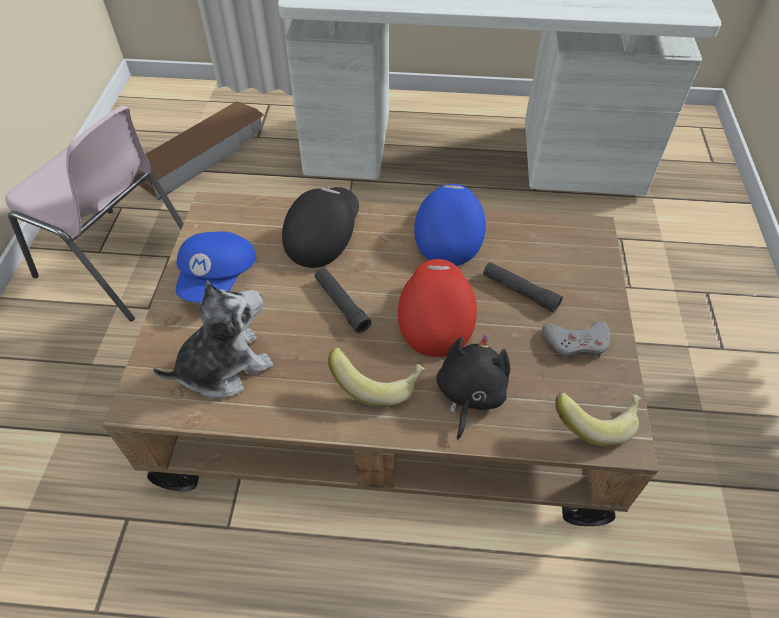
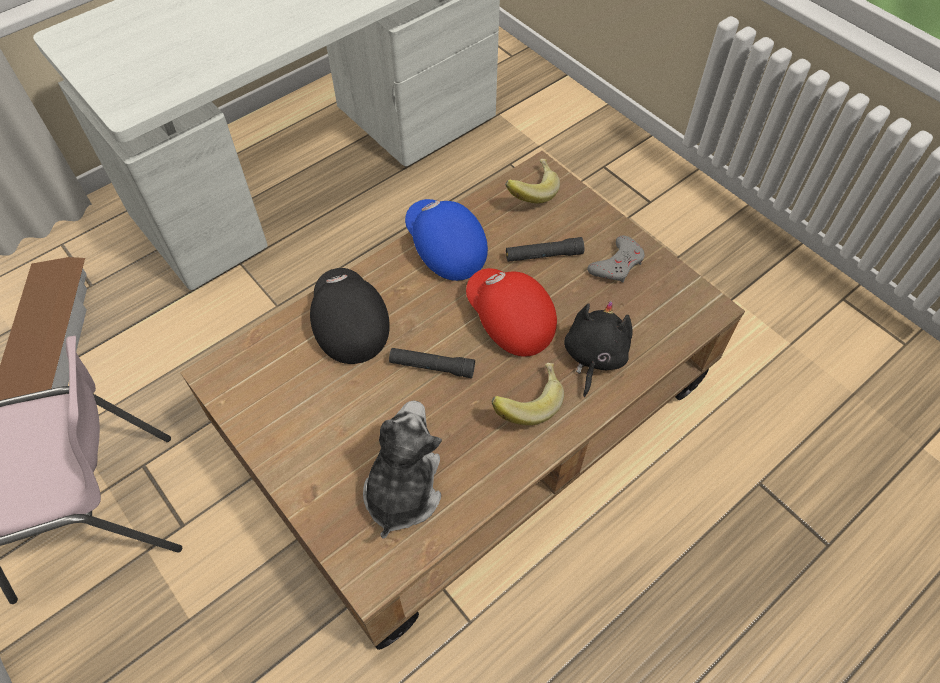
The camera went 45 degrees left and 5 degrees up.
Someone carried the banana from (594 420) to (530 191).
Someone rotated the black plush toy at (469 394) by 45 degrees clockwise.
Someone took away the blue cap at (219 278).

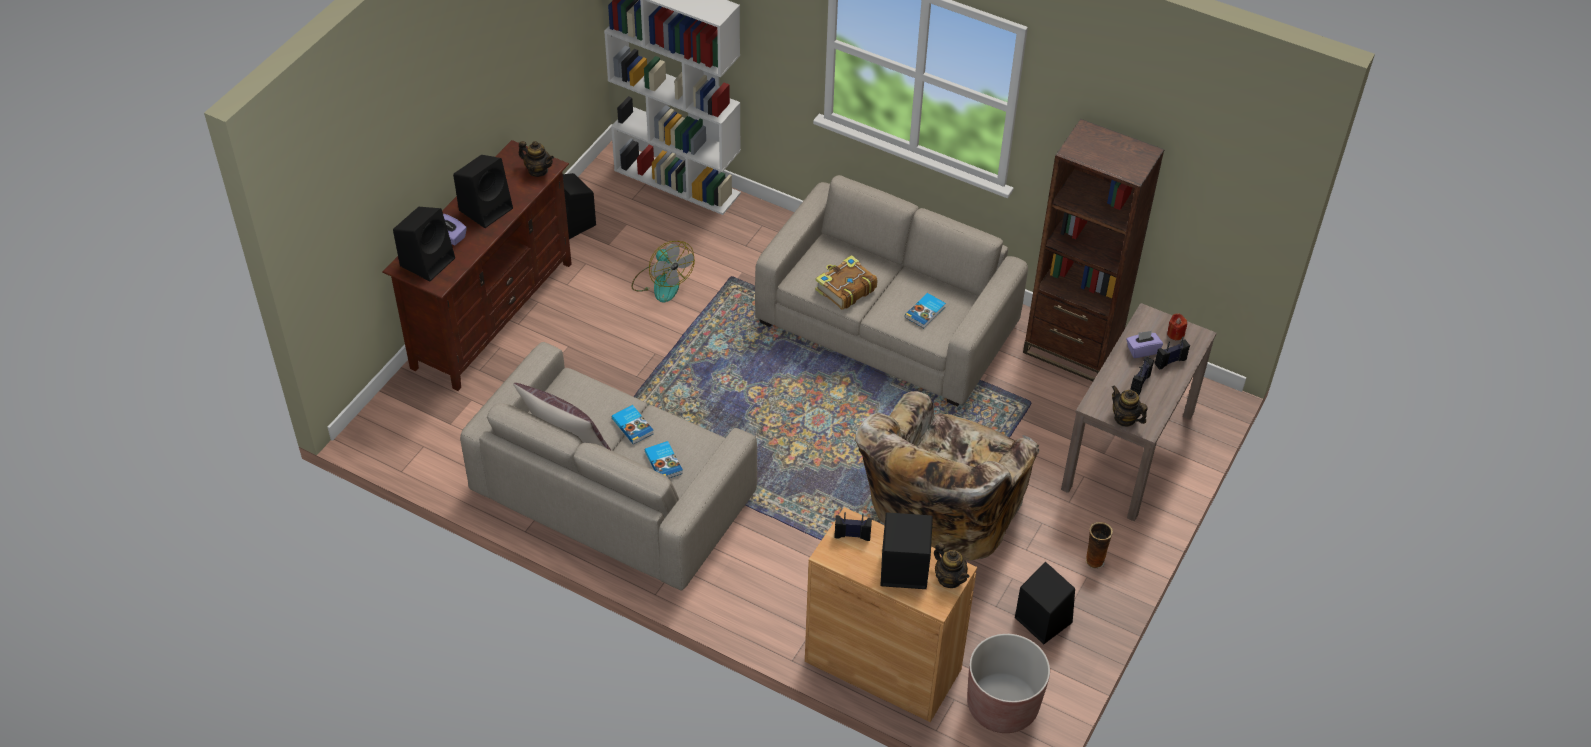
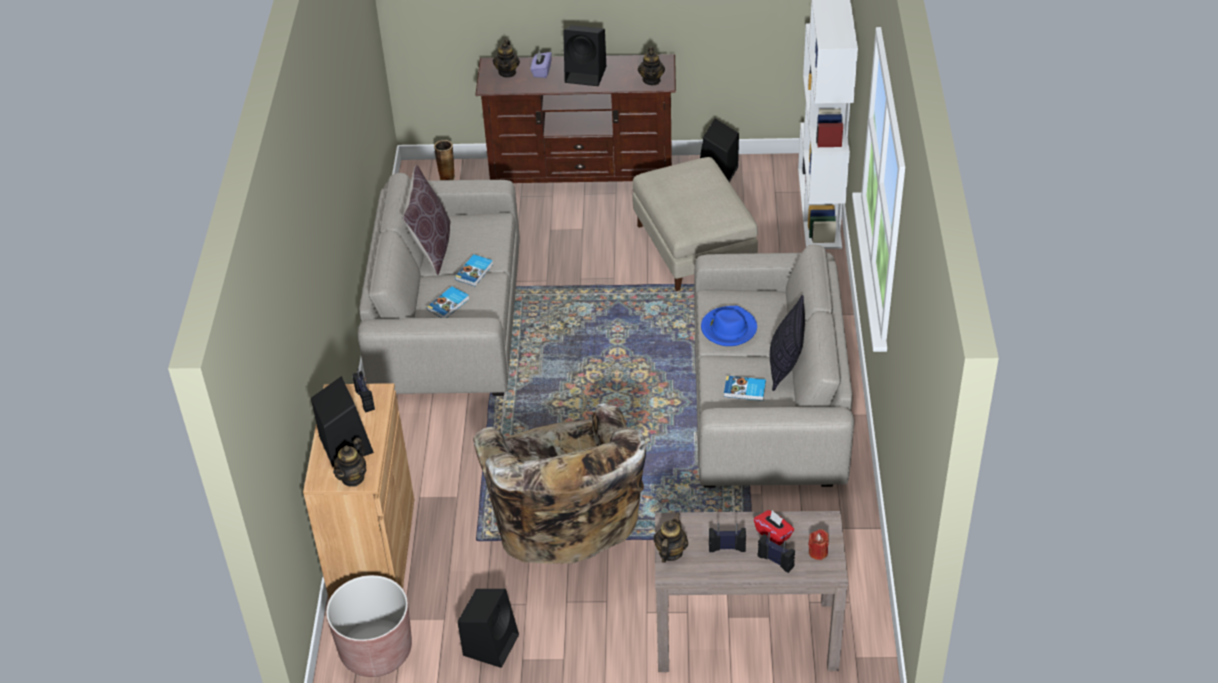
The camera went 65 degrees right and 5 degrees down.
Someone carried the vase from (1094 560) to (447 177).
Someone rotated the beige armchair at (939 515) by 105 degrees counterclockwise.
Someone swapped the black speaker at (428 261) for the teapot at (507 72).
Someone swapped the fan at (661 283) for the beige ottoman at (695 248).
Someone swapped the book at (845 289) for the blue hat at (728 329).
Someone repainted the purple tissue box at (1142 350), which became the red tissue box at (773 534).
Someone put down the pillow at (785 367).
Someone took away the brown bookcase at (1072 350).

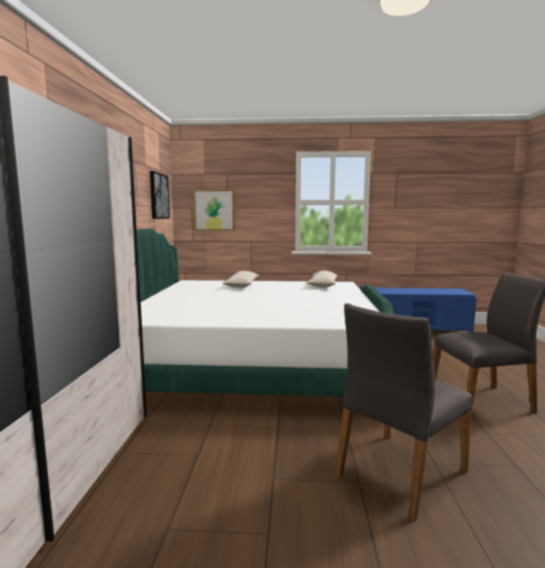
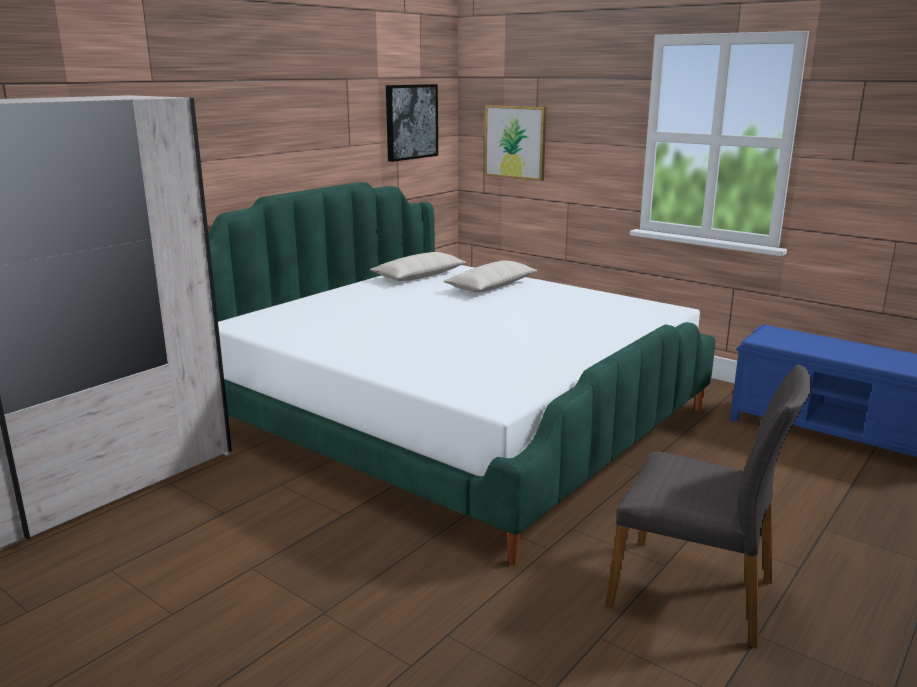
The camera went 35 degrees right and 10 degrees up.
Someone carried the beige pillow from (323 285) to (419 276).
Someone took away the grey chair at (399 473).

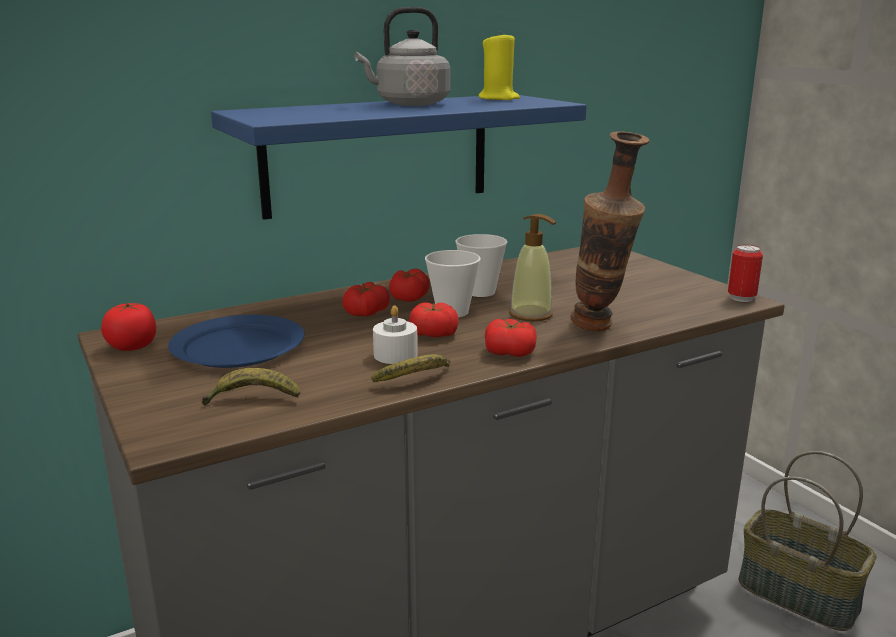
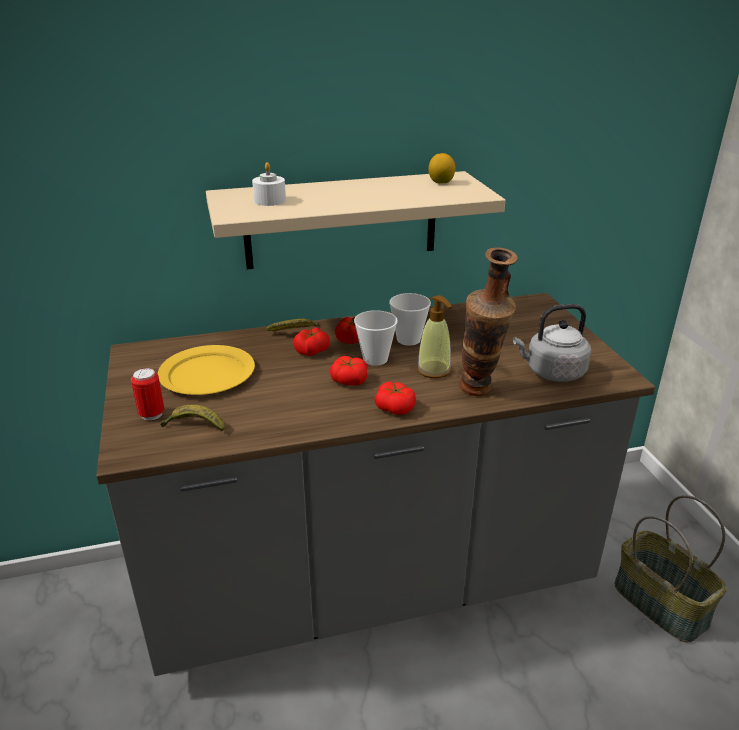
The camera went 15 degrees right and 10 degrees up.
Someone carried the can from (741 298) to (151 414).
Someone repainted the blue plate at (237 347), which became the yellow plate at (206 374).
Someone repainted the blue shelf at (378 154), which became the beige shelf at (341 220).
Someone carried the white candle from (395 355) to (270 200).
Someone carried the banana from (417 379) to (294 332).
Someone swapped the yellow candle at (498 98) for the lemon at (441 182).
Someone carried the grey kettle from (409 104) to (552 372).
Someone took away the tomato at (132 346).

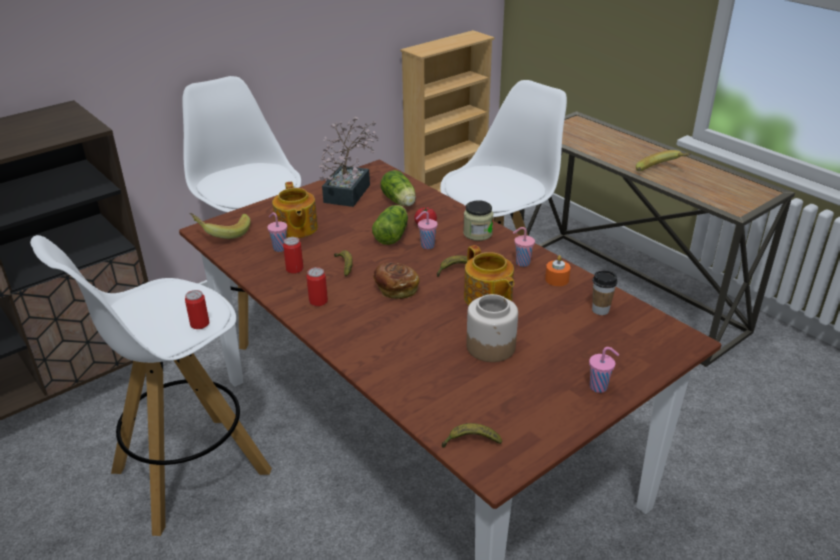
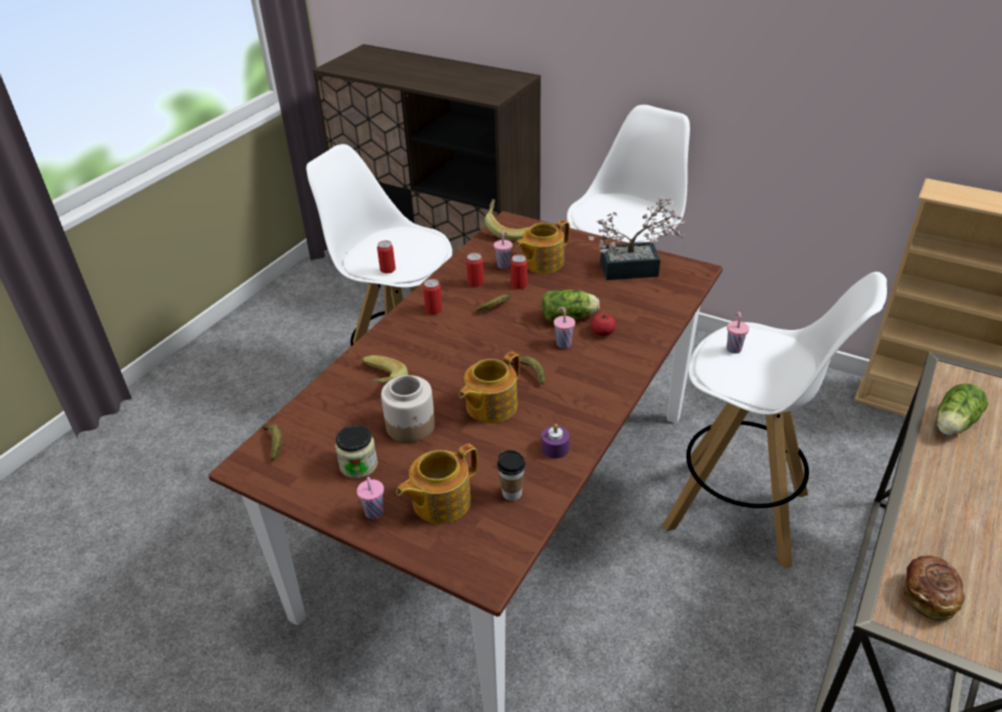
The camera went 70 degrees right and 5 degrees up.
Someone carried the jar from (477 233) to (358 465).
Someone carried the banana from (661 172) to (379 384).
Someone put down the teapot at (440 501).
Someone put down the can at (519 285).
Someone repainted the orange candle at (557 279), which became the purple candle at (555 448).
Someone carried the pink cup from (522 263) to (733 348).
Someone carried the bread from (396 289) to (929 596).
Someone carried the lettuce from (400 202) to (953 424).

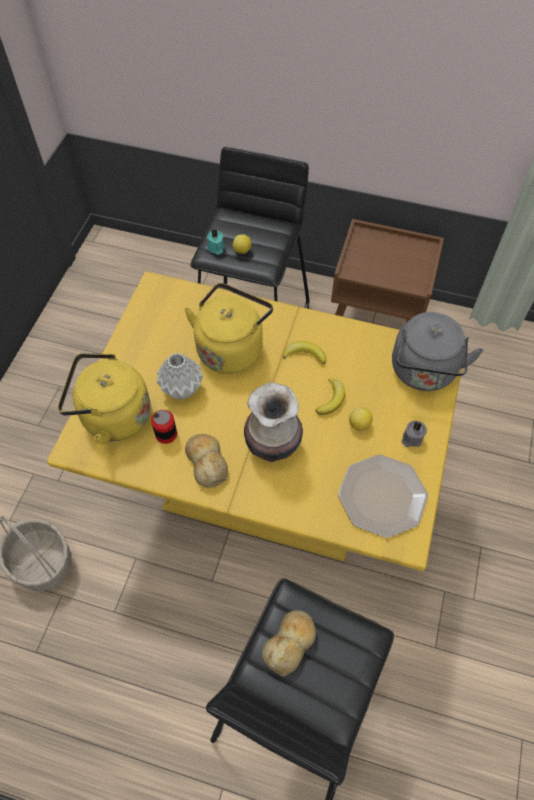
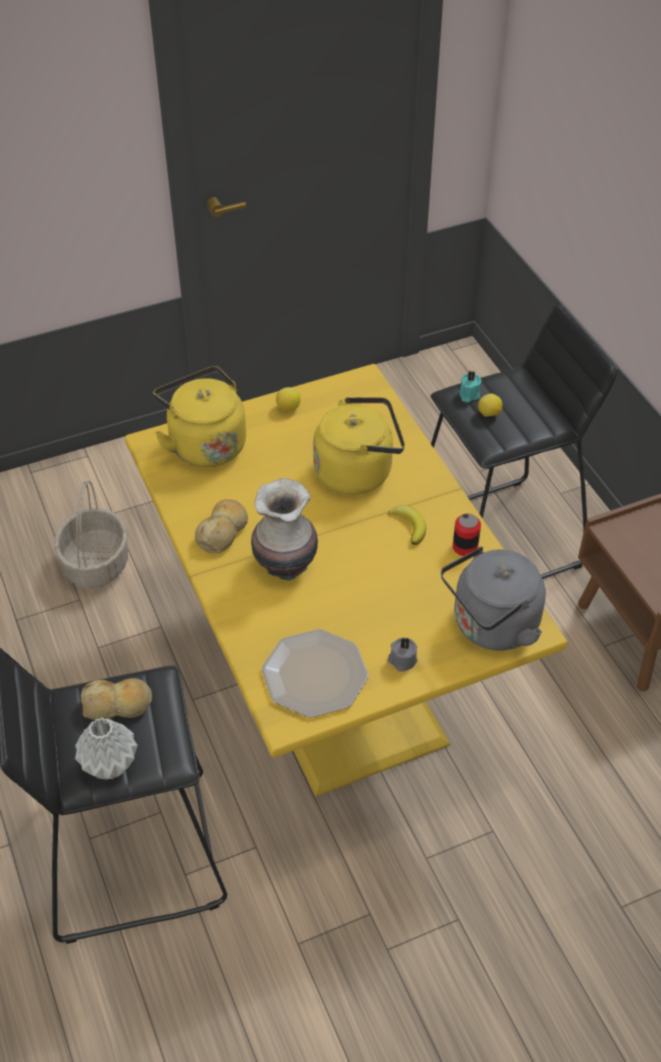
The camera went 50 degrees right and 10 degrees down.
Someone carried the grey vase from (182 388) to (111 765).
Someone carried the lemon from (359 425) to (288 408).
Someone carried the can from (166 434) to (465 547).
Someone took away the banana at (331 399).

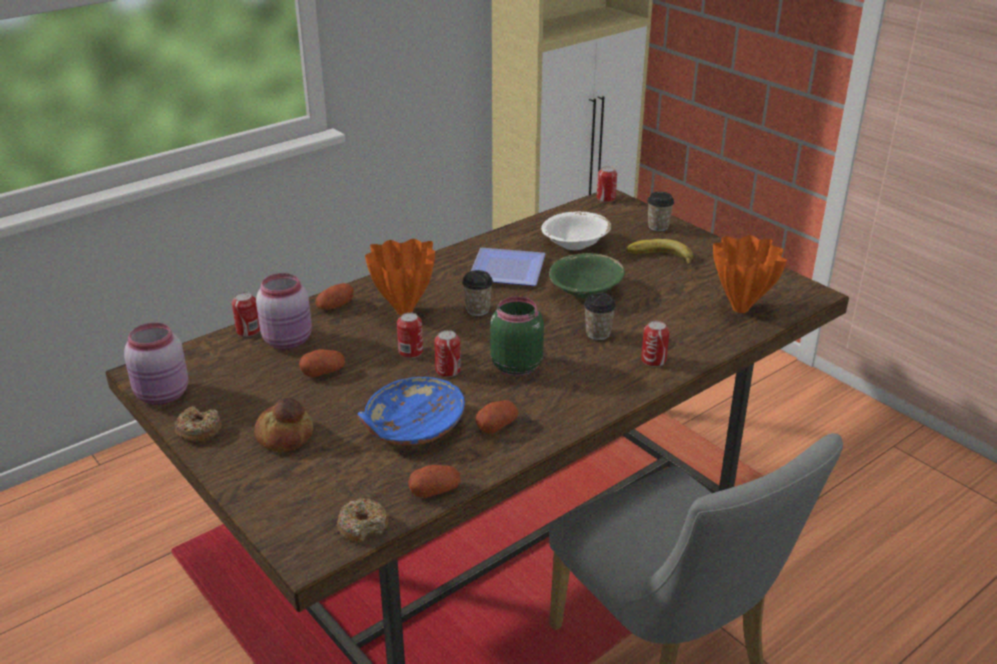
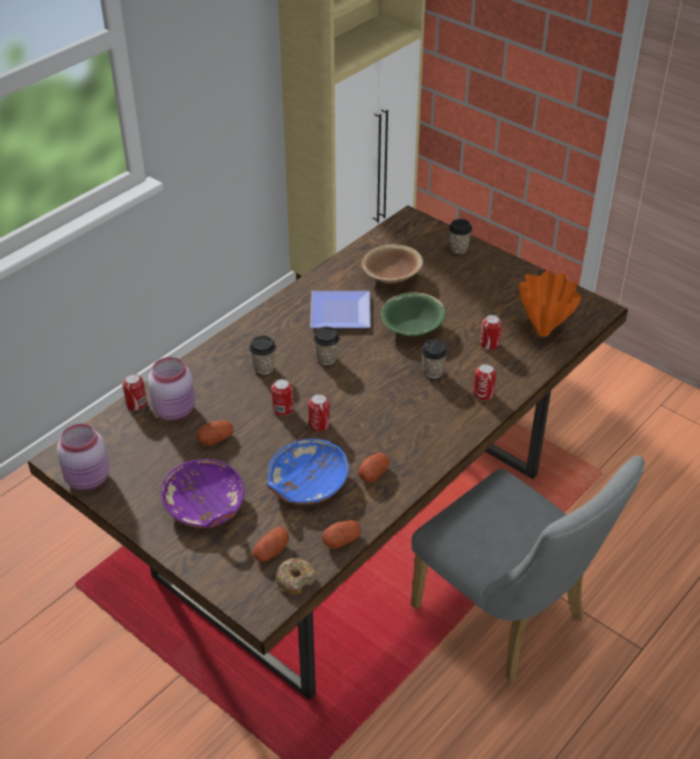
The camera went 10 degrees left and 10 degrees up.
Someone swapped the bread at (284 435) for the purple bowl at (205 505).
Someone swapped the orange vase at (403 312) for the cup at (263 368).
Someone carried the potato from (335 306) to (271 551).
Someone repainted the white bowl at (575 244), which became the brown bowl at (391 276).
Someone carried the can from (606 198) to (489 344).
Someone took away the donut at (199 431).
Someone took away the green jar at (515 365).
Someone took away the banana at (659 259).

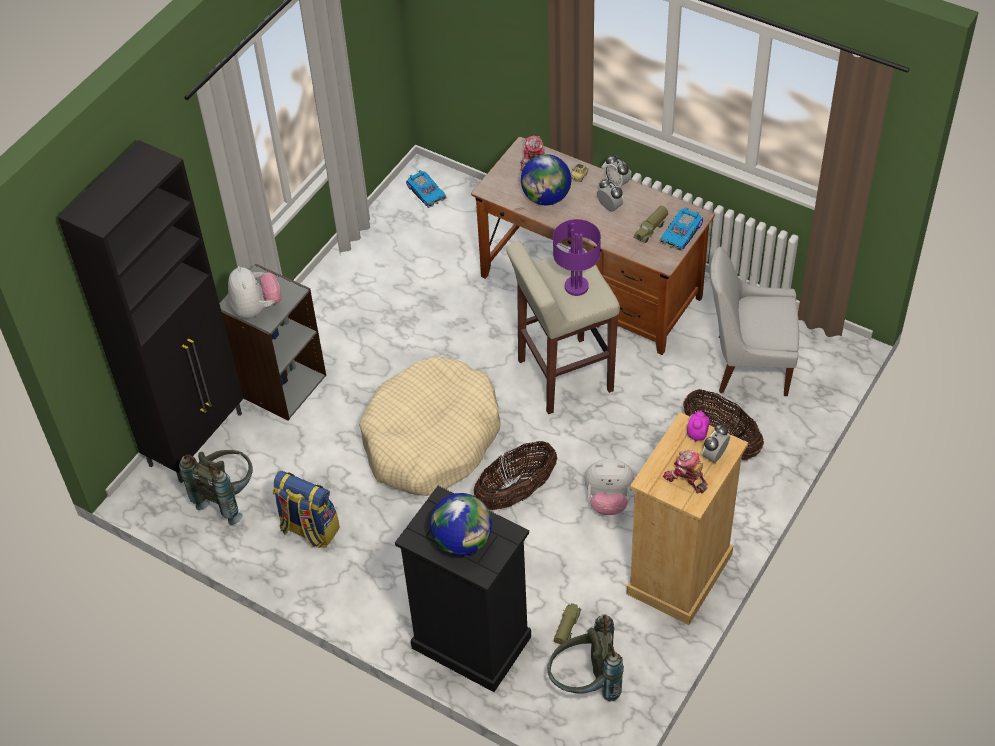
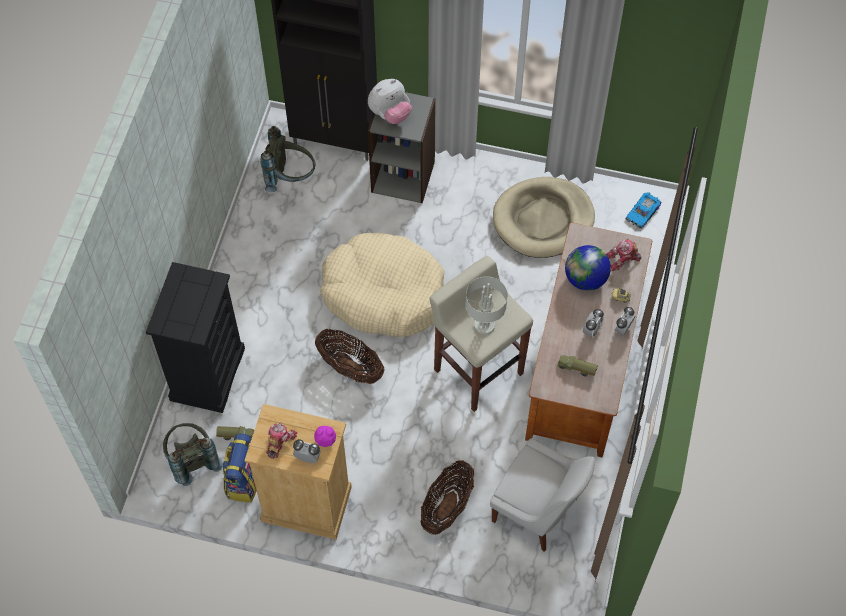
The camera went 70 degrees right and 10 degrees up.
Someone carried the backpack from (309 529) to (243 480).
Someone repainted the purple table lamp at (577 286), which became the grey table lamp at (484 325).
Someone rotated the white chair at (748 365) by 135 degrees clockwise.
Someone put down the beige dog bed at (543 220).
Someone took away the globe at (462 541).
Someone took away the plush toy at (608 500).
Someone took away the toy car at (682 233).

